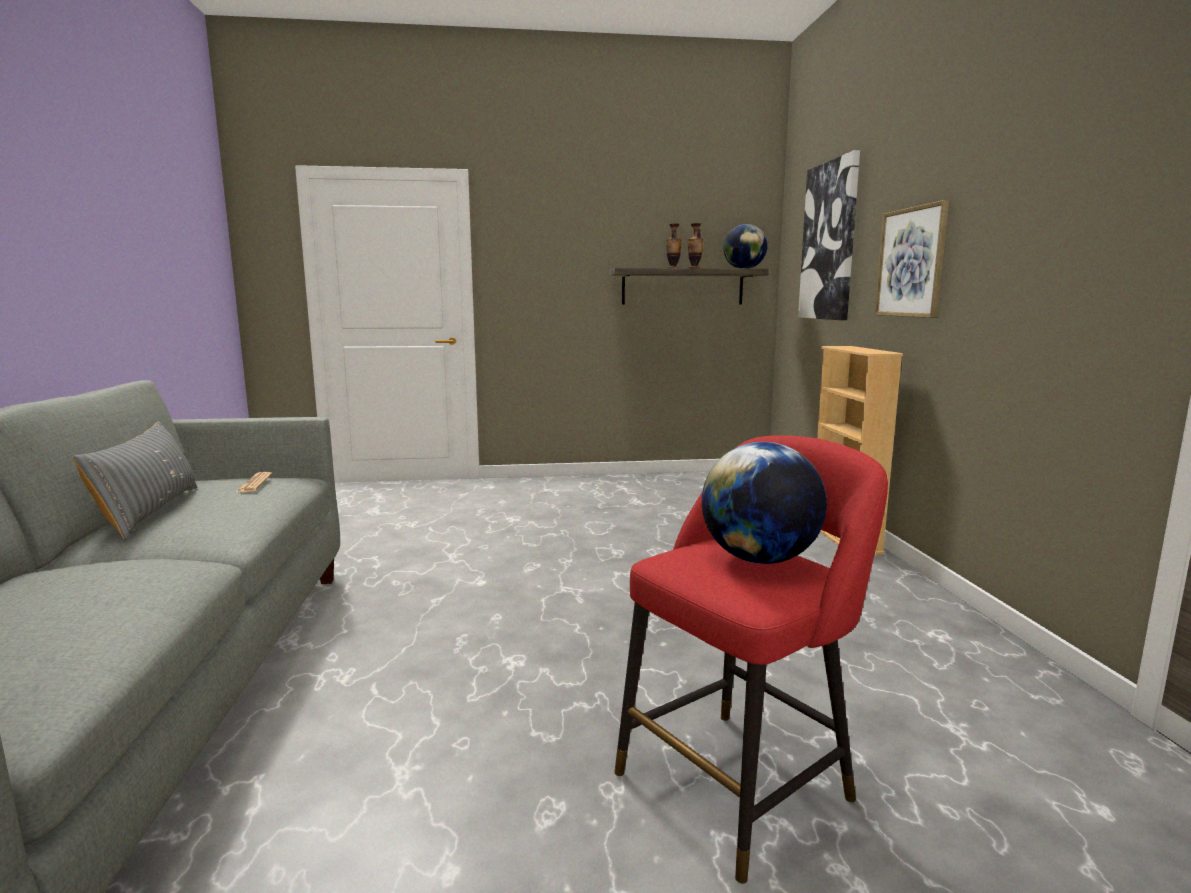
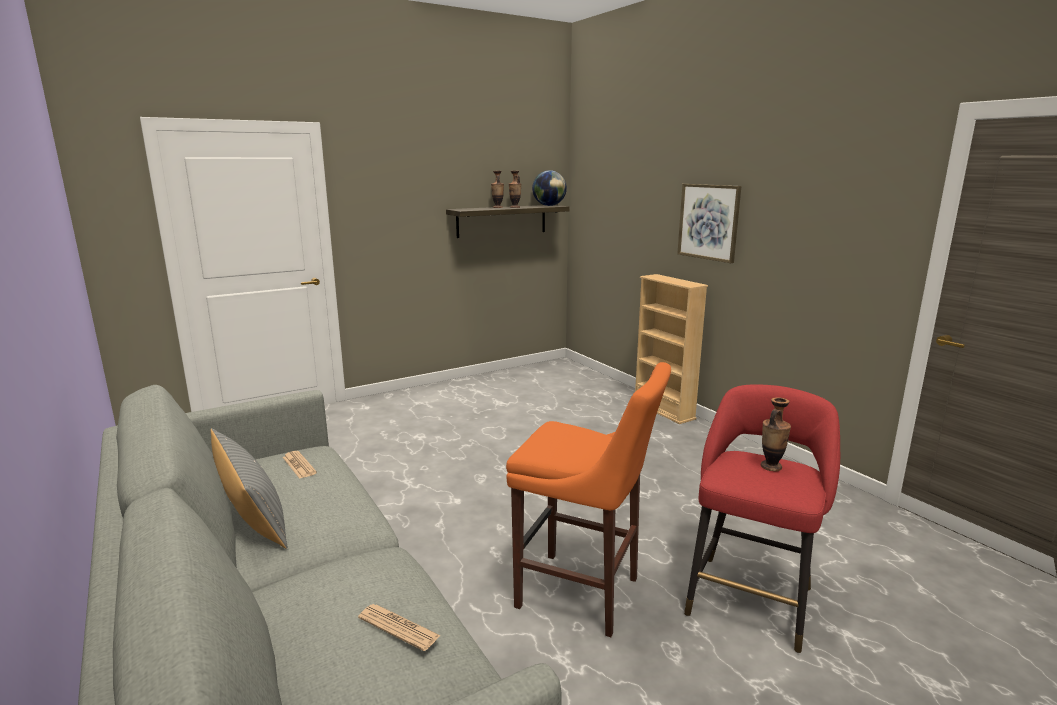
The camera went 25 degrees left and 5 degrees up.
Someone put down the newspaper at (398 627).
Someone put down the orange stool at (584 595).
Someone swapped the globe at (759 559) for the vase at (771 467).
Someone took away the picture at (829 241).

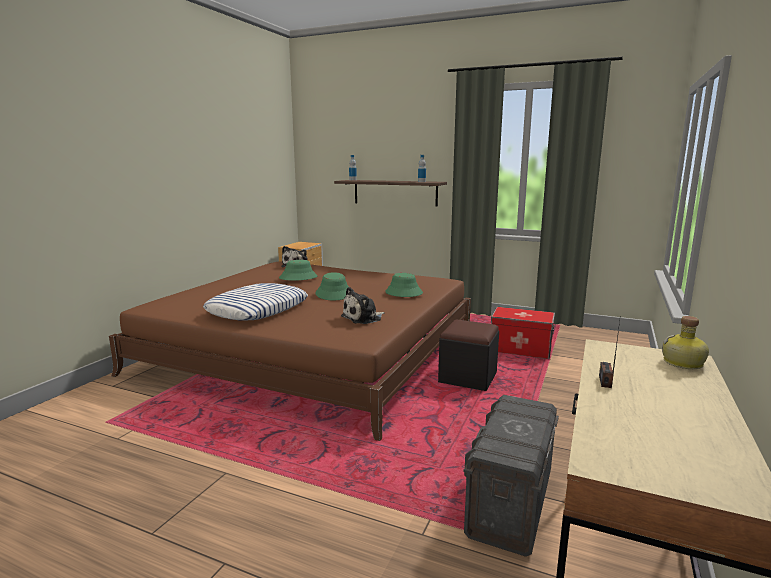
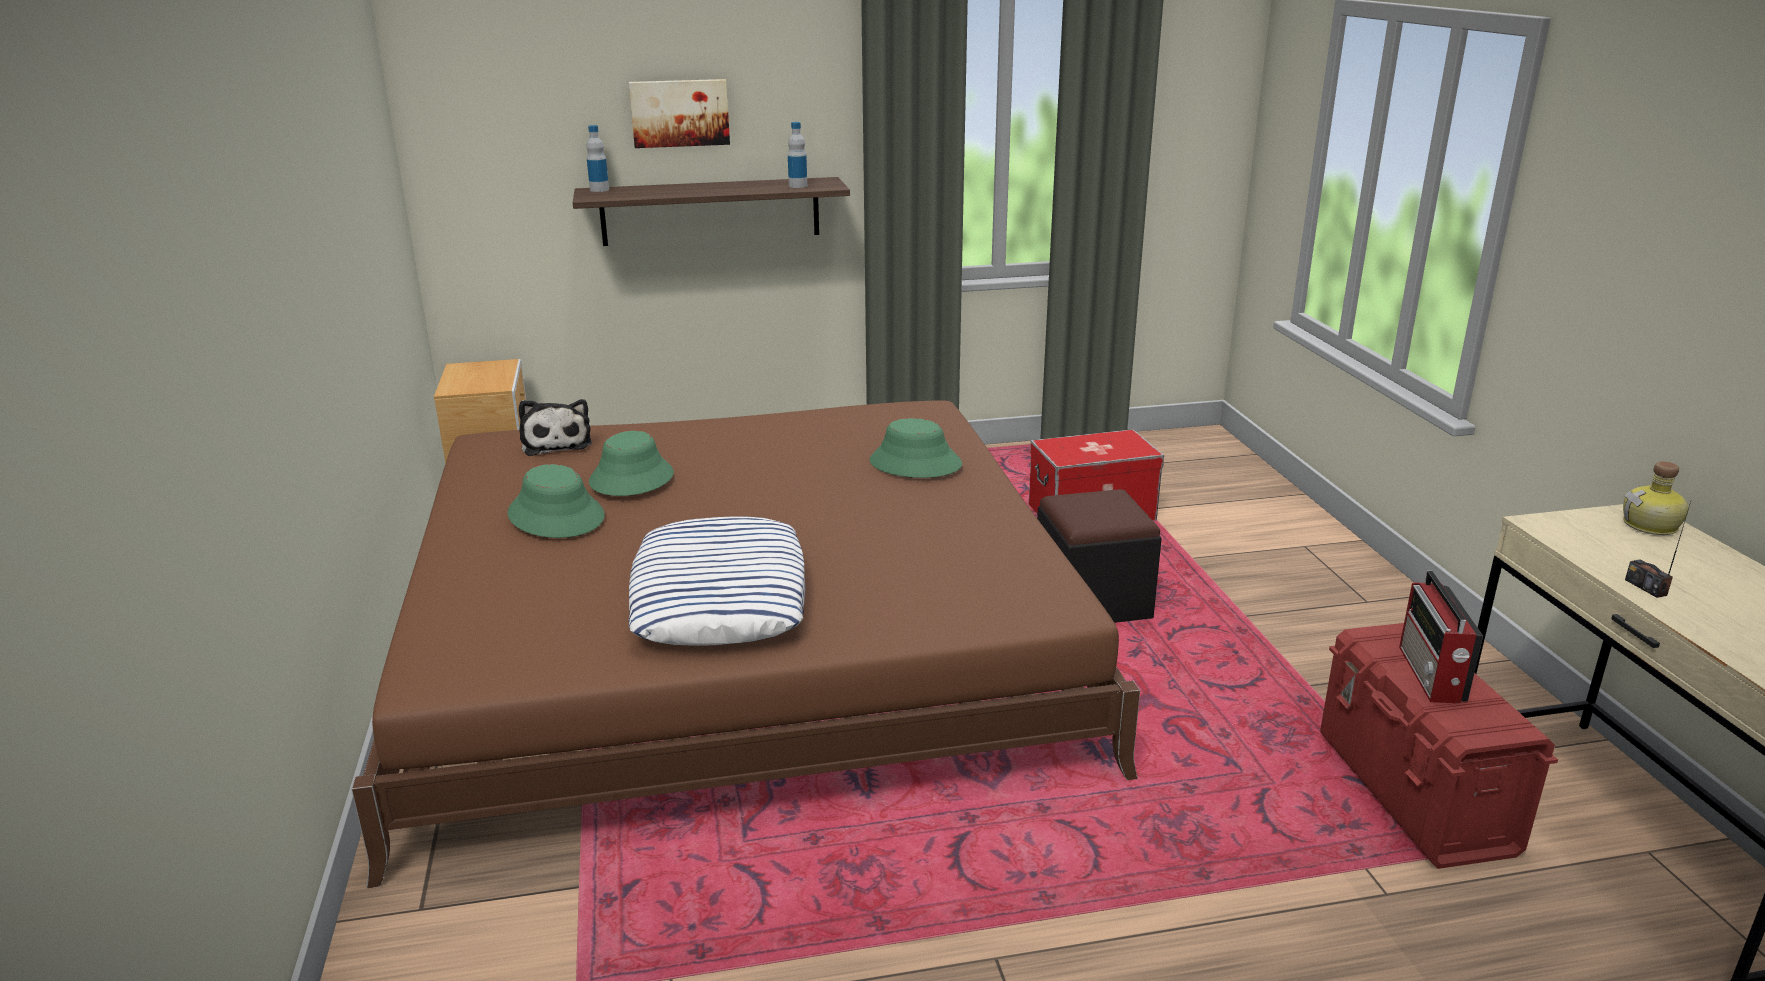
The camera went 35 degrees left and 10 degrees up.
Someone carried the green hat from (334 294) to (556 515).
Someone put up the picture at (679 113).
Someone repainted the grey storage box at (510 503), which became the red storage box at (1414 793).
Someone put down the radio at (1431 676).
Someone took away the plush toy at (363 318).

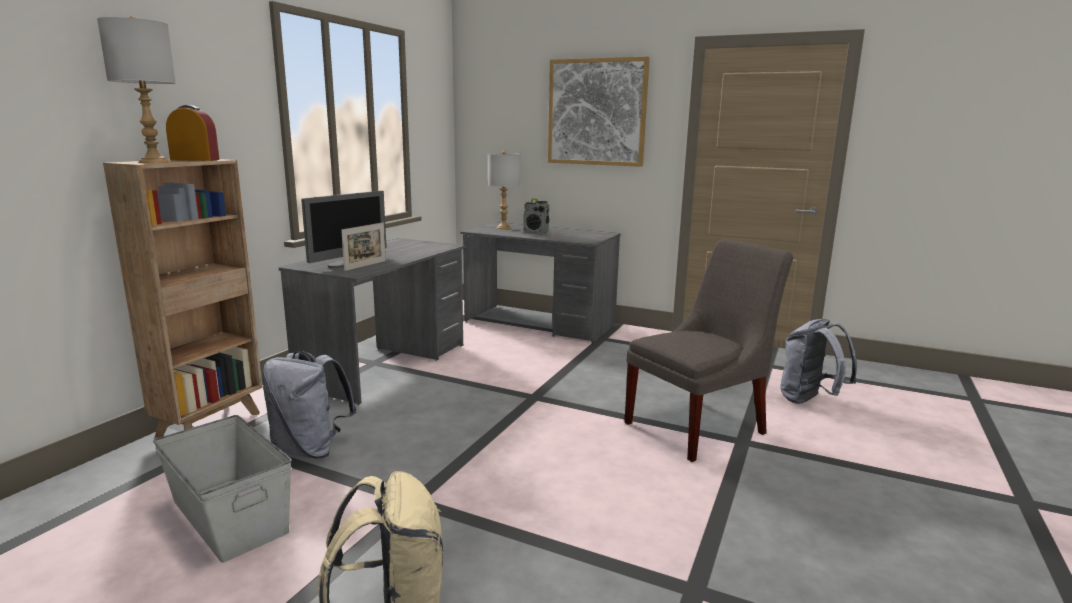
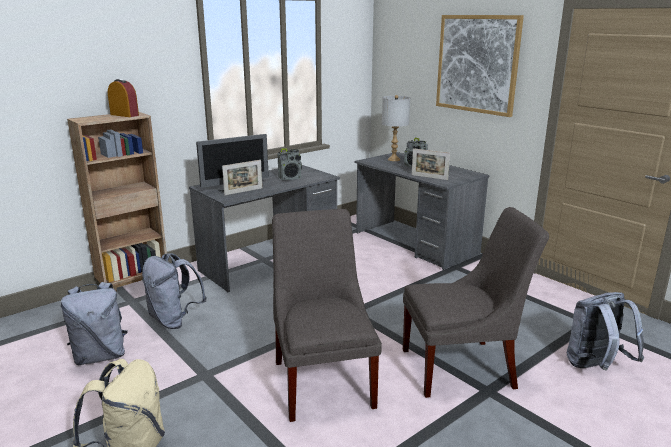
The camera went 25 degrees right and 5 degrees up.
Someone swapped the grey storage box at (230 515) for the grey backpack at (101 356).
Someone put down the grey chair at (323 380).
Someone put down the radio at (290 178).
Someone put down the picture frame at (429 177).
Someone took away the grey table lamp at (153 162).

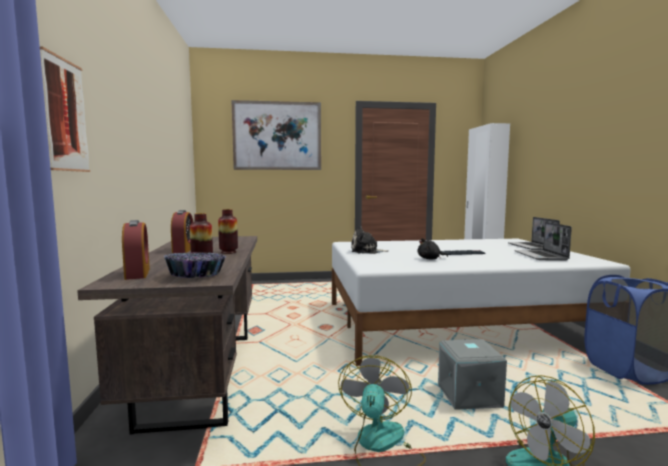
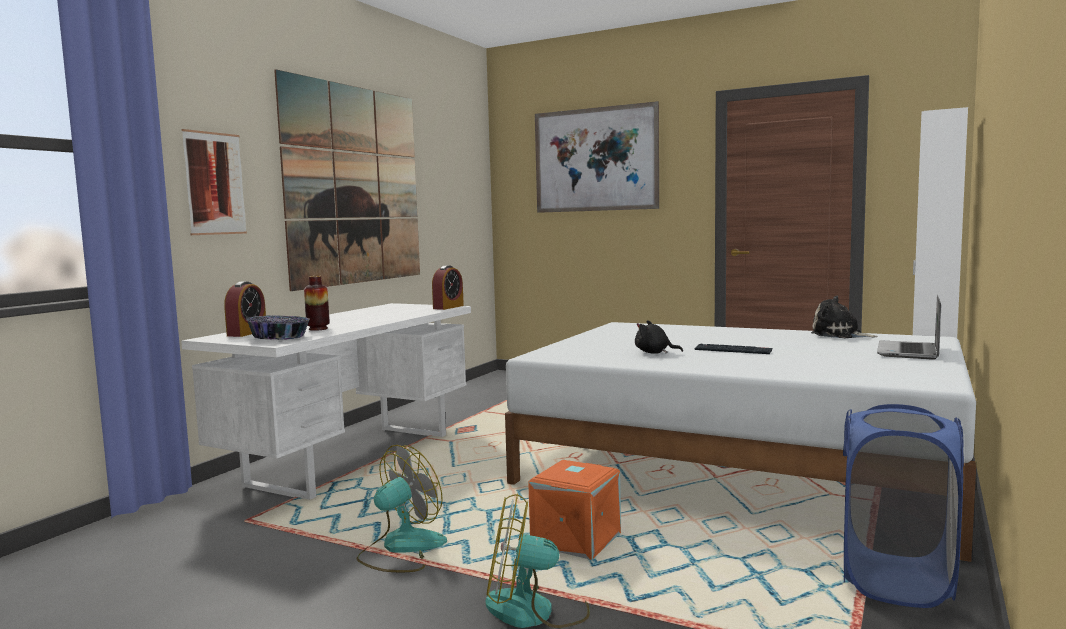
The camera went 35 degrees right and 0 degrees up.
Someone repainted the brown desk at (201 374), which became the white desk at (353 458).
Someone put up the picture at (355 185).
Someone carried the alarm clock from (183 250) to (448 307).
Someone repainted the grey storage box at (467 396), which became the orange storage box at (575 540).
Someone carried the plush toy from (366 251) to (839 335).
Someone took away the vase at (228 252).
Someone took away the laptop at (541 256).

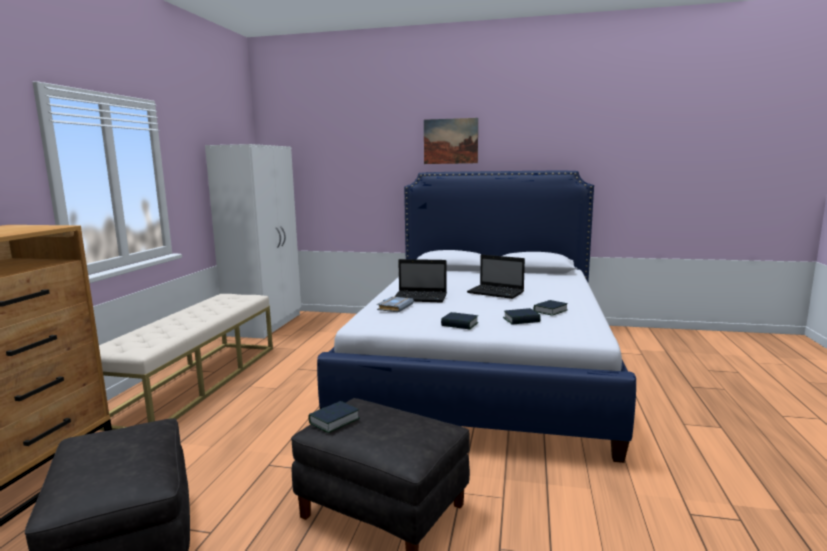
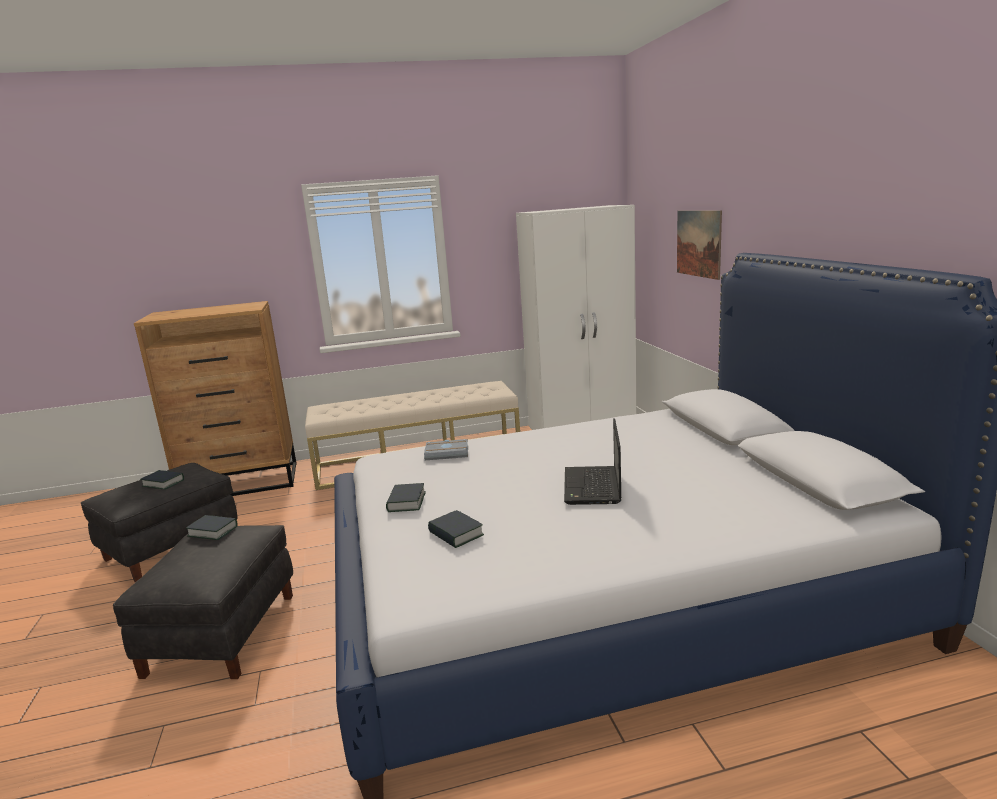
The camera went 65 degrees right and 5 degrees up.
Someone carried the book from (550 311) to (163 483).
Someone carried the picture from (450 141) to (698 243).
Someone took away the laptop at (421 298).

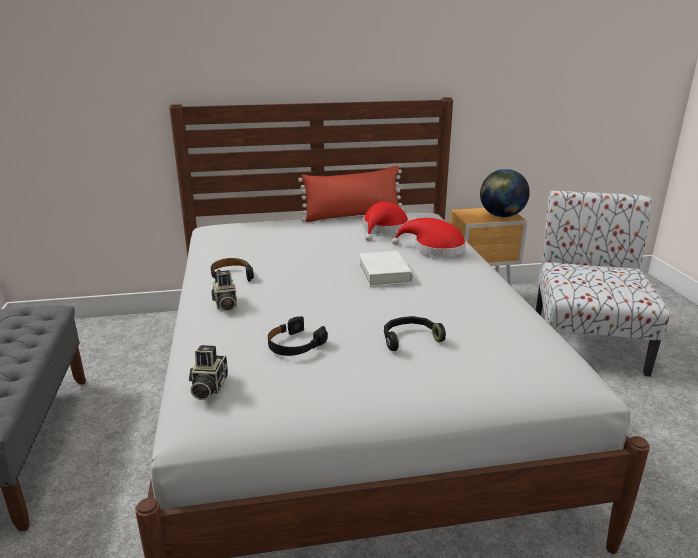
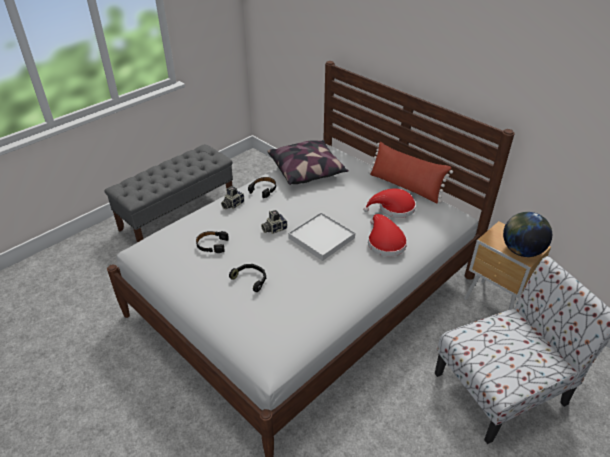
The camera went 55 degrees right and 15 degrees up.
Someone carried the photo camera from (208 387) to (274 229).
Someone put down the pillow at (307 171).
Someone swapped the white book at (384 274) for the white tray at (321 238).

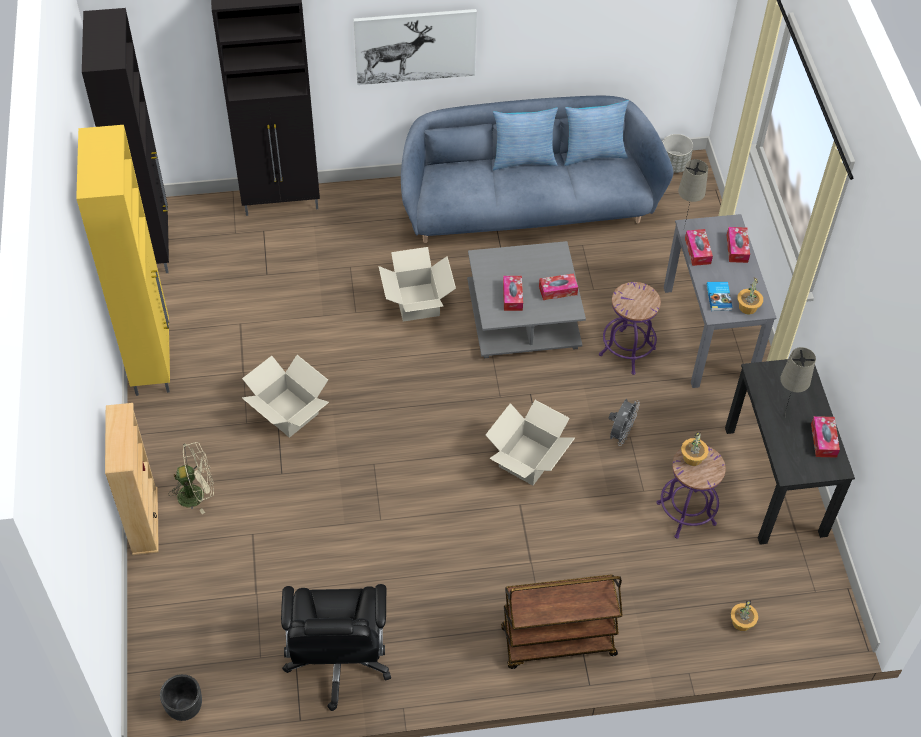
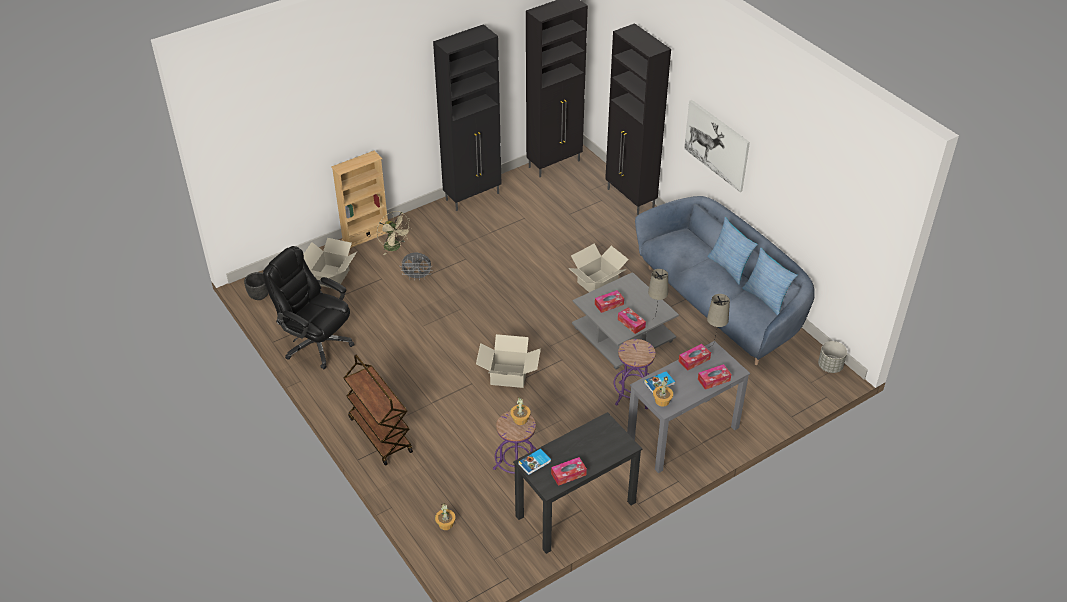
The camera went 65 degrees right and 10 degrees down.
Someone rotated the black office chair at (339 662) by 60 degrees clockwise.
Someone carried the cardboard box from (288 412) to (331 277).
Someone carried the grey fan from (620 434) to (417 277).
Someone repainted the yellow cabinet at (153 361), which became the black cabinet at (473 196).
Someone put down the book at (535 463).
Someone carried the beige table lamp from (784 411) to (655 318).

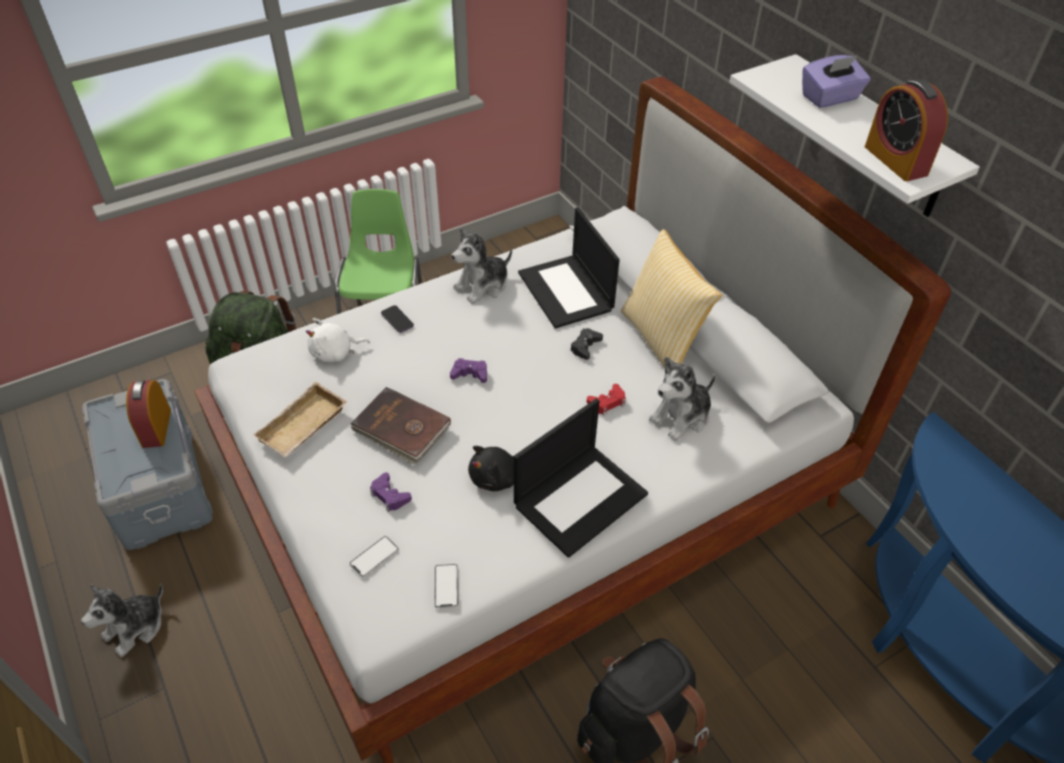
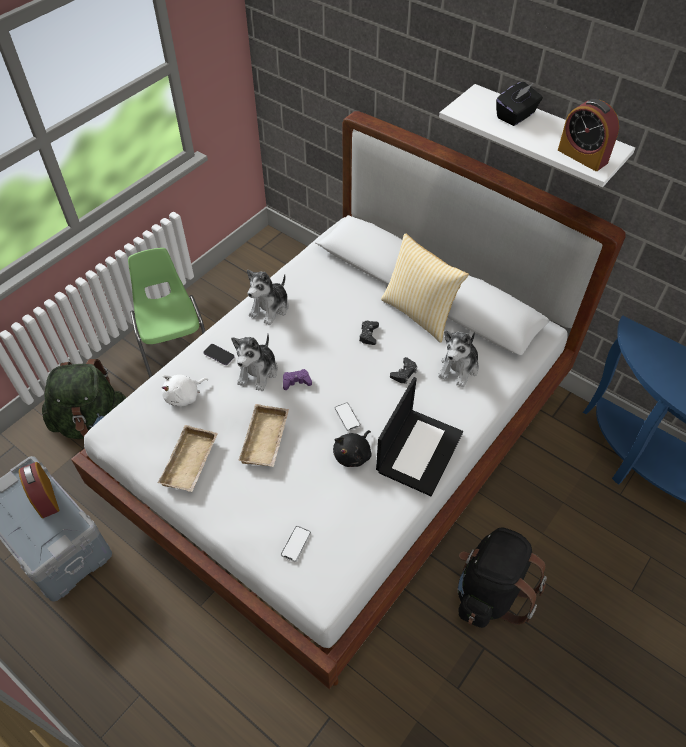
The camera went 20 degrees left and 5 degrees up.
Someone carried the plush toy from (135 627) to (258 372).
Someone swapped the brown book at (401 428) for the beige tray at (266 440).
Someone carried the phone from (446 586) to (347 417).
Someone repainted the red game controller at (607 403), which became the black game controller at (404 373).
Someone repainted the purple tissue box at (830 98), which became the black tissue box at (516 116).
Someone took away the purple game controller at (389 495).
Someone took away the laptop at (567 292).

